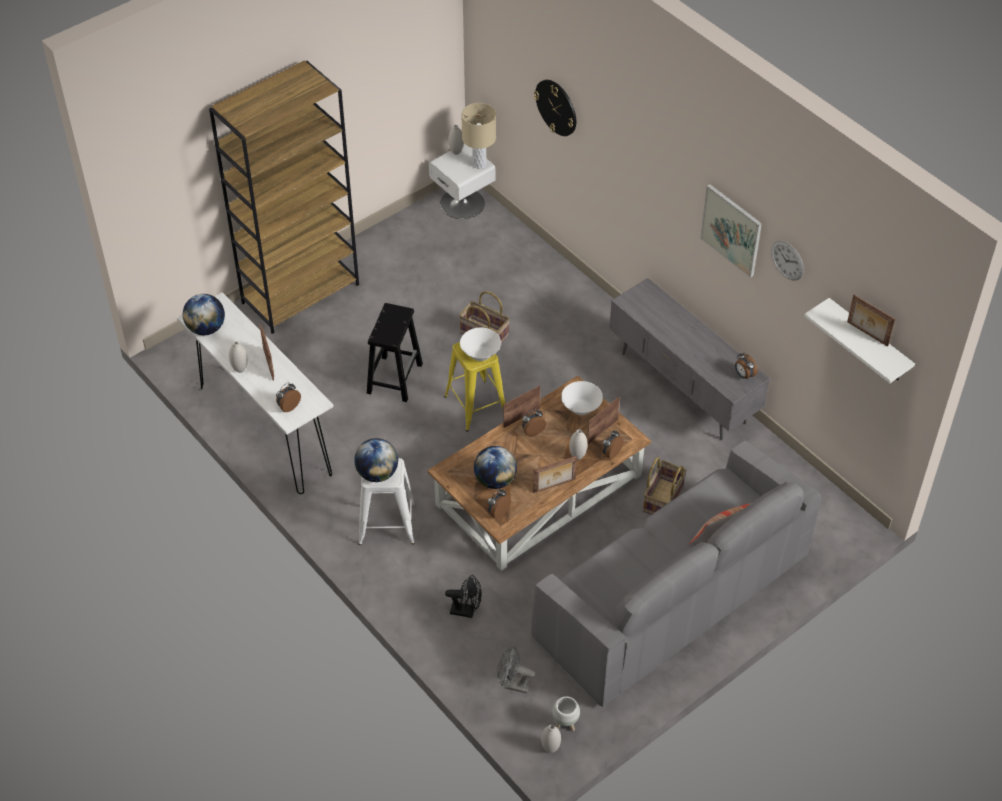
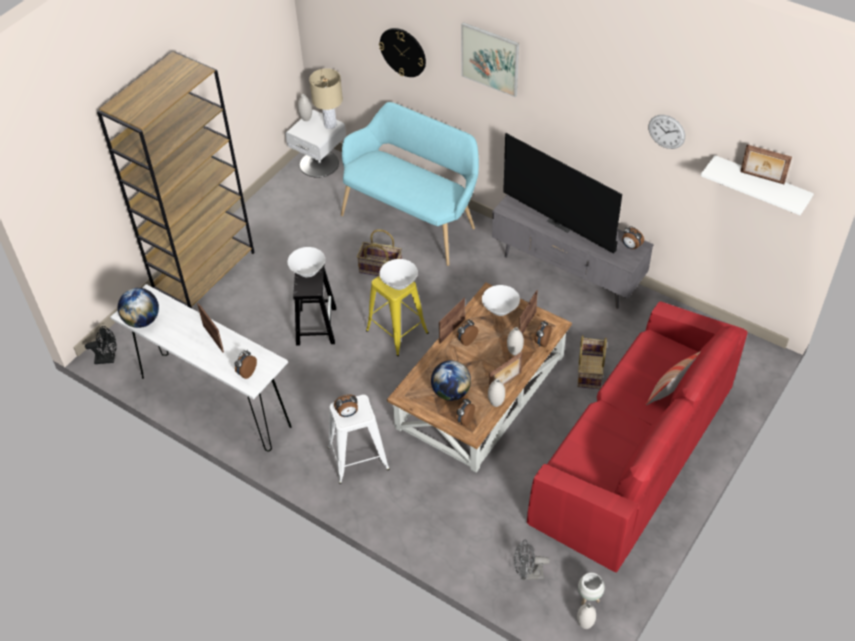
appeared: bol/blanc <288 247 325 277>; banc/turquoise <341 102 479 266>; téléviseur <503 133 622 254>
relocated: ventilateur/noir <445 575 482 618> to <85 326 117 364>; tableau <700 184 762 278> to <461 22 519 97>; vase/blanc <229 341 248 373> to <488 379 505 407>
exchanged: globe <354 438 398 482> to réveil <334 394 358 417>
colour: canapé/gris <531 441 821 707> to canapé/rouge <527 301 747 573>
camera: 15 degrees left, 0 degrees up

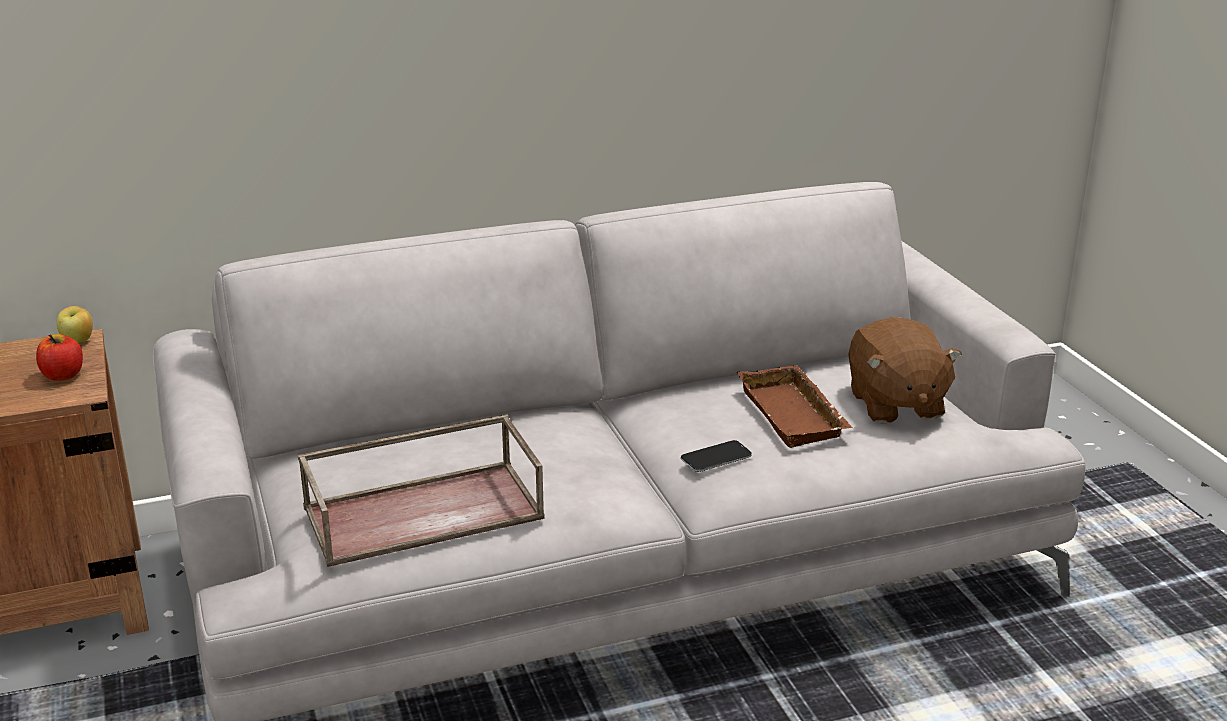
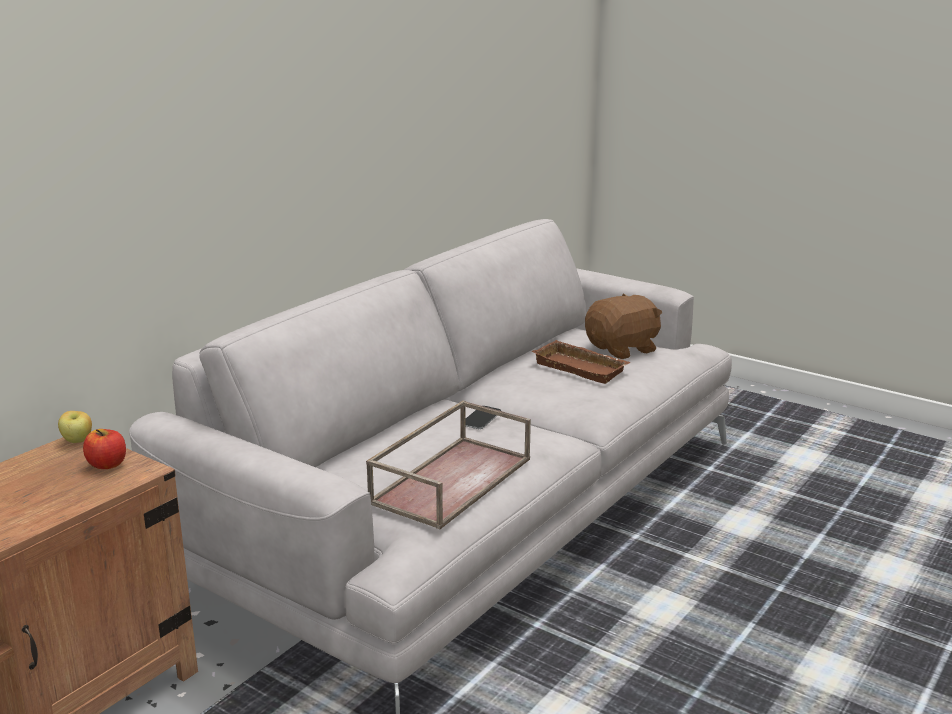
relocated: téléphone <681 440 752 472> to <466 406 501 429>
spun: peluche/marron <848 317 962 424> = <585 294 662 359> 75 degrees counterclockwise
camera: 35 degrees left, 5 degrees down

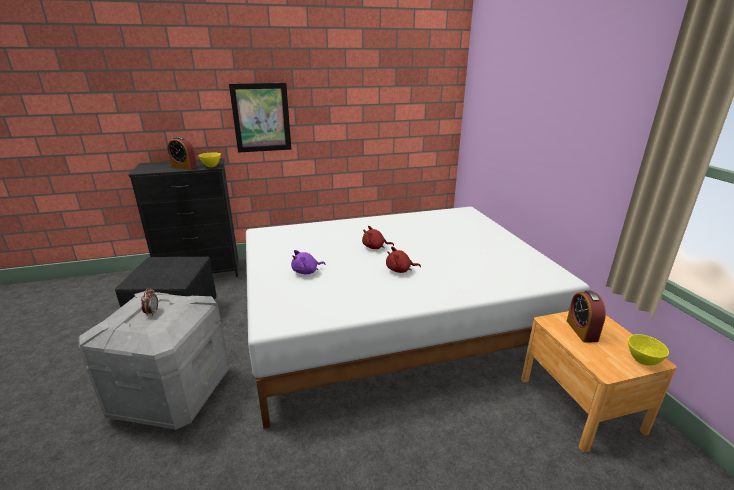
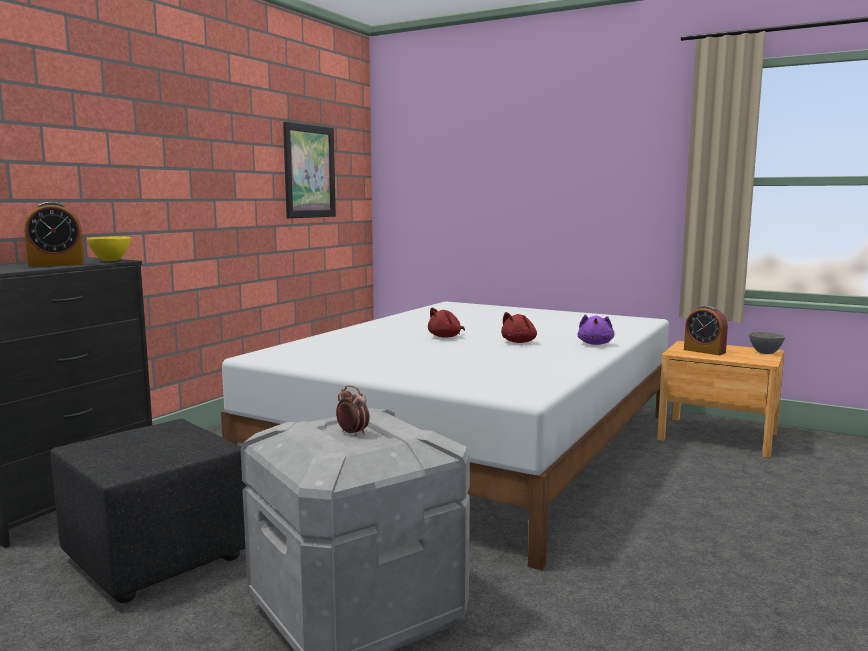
relocated: tableau <229 83 291 153> to <283 122 336 218>; peluche/violet <291 250 325 274> to <577 314 614 345>
colour: bol/jaune <628 334 669 366> to bol/gris <749 332 785 354>
camera: 45 degrees left, 15 degrees down

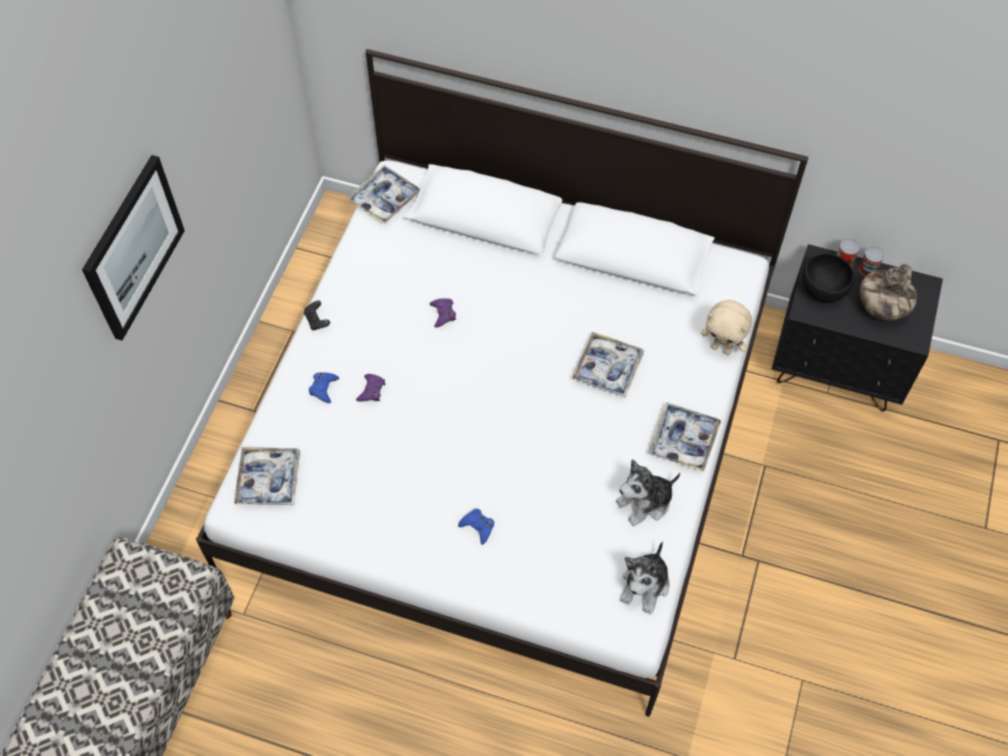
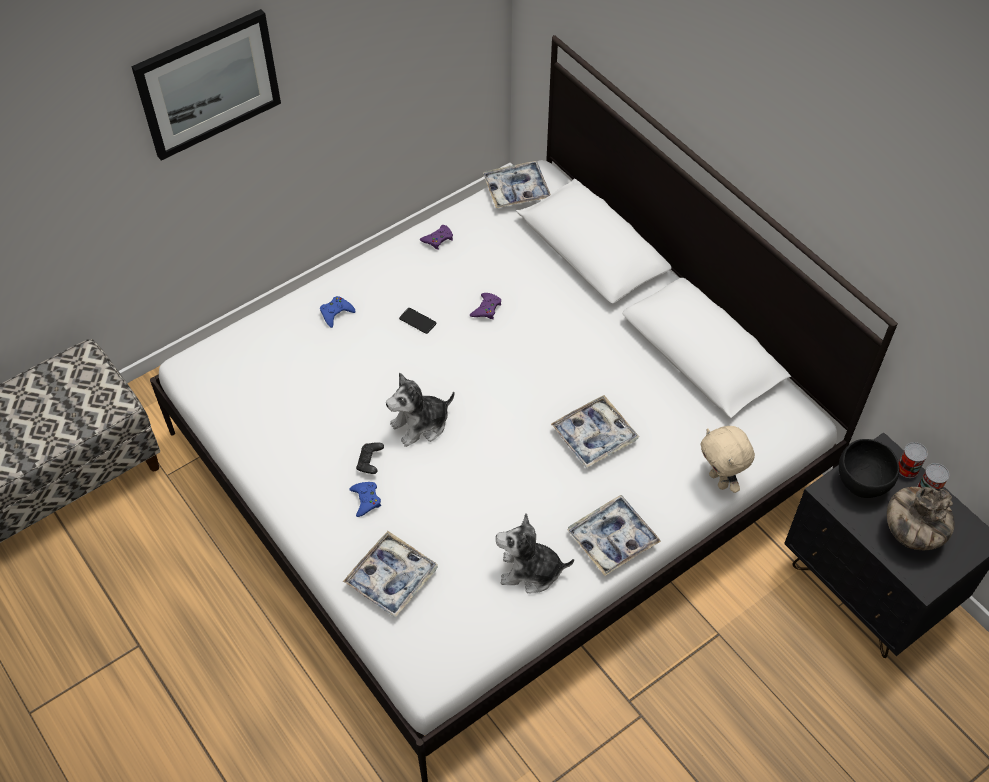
appeared: téléphone <399 308 437 334>
relocated: plateau <234 447 300 505> to <343 531 438 618>; manette/noir <304 300 330 330> to <356 442 384 474>; peluche <620 541 669 614> to <386 372 454 447>; manette/violet <356 374 386 402> to <420 225 453 250>
camera: 35 degrees right, 5 degrees down

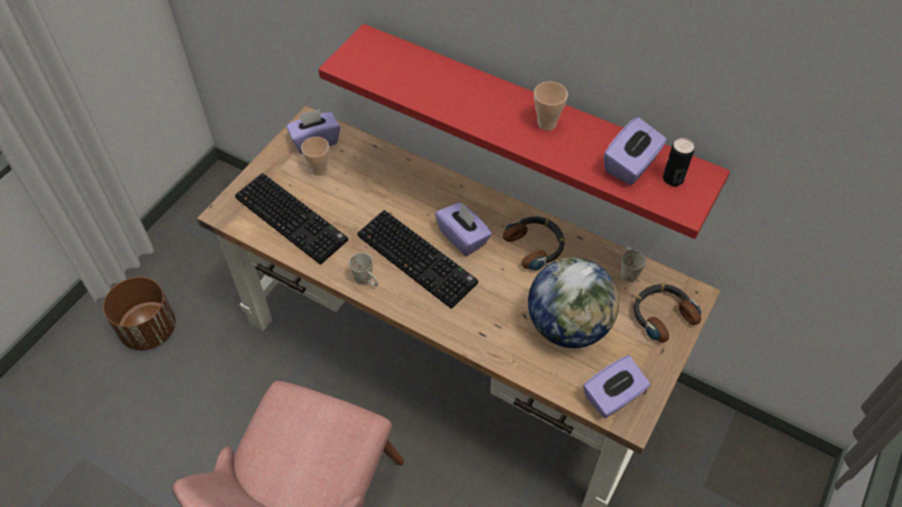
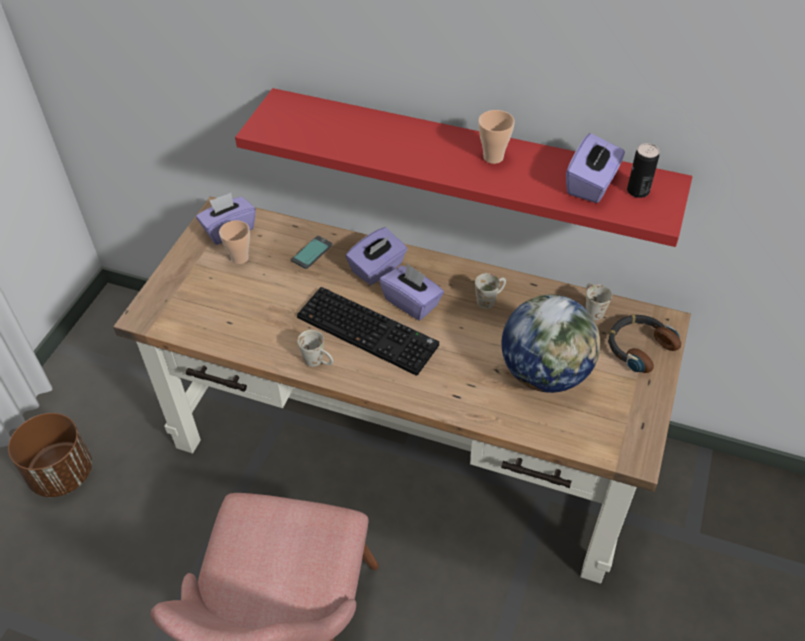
missing: clavier <235 173 348 265>
appeared: téléphone <292 236 332 269>
relocated: boîte à mouchoirs/violet <583 355 650 418> to <346 227 407 285>
exchanged: casque audio <503 216 565 270> to mug/blanc <475 273 506 309>
camera: 10 degrees left, 5 degrees down

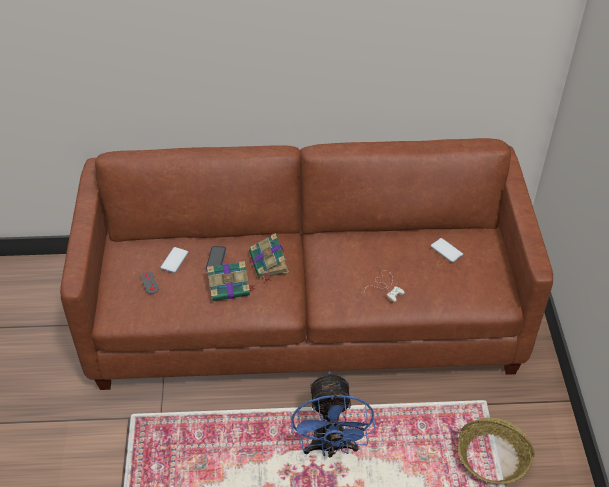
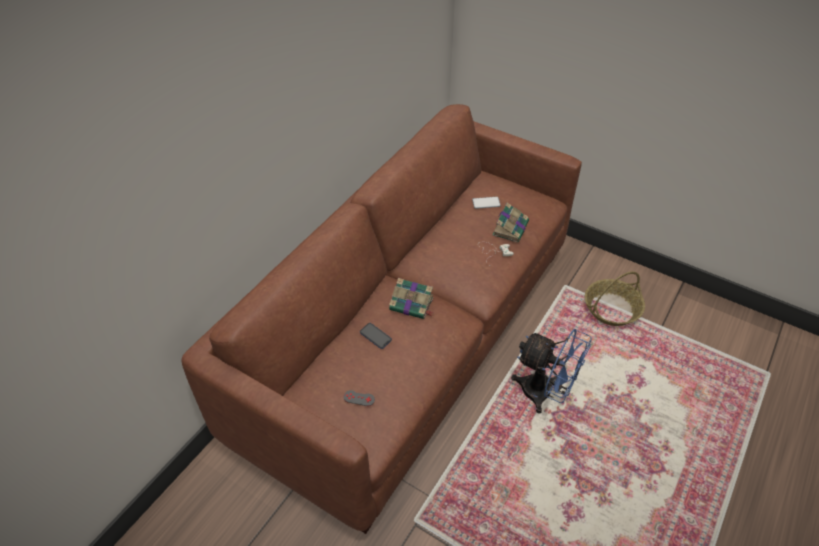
missing: téléphone <160 247 189 273>
relocated: livre <207 261 256 301> to <492 203 529 243>
camera: 55 degrees left, 0 degrees up

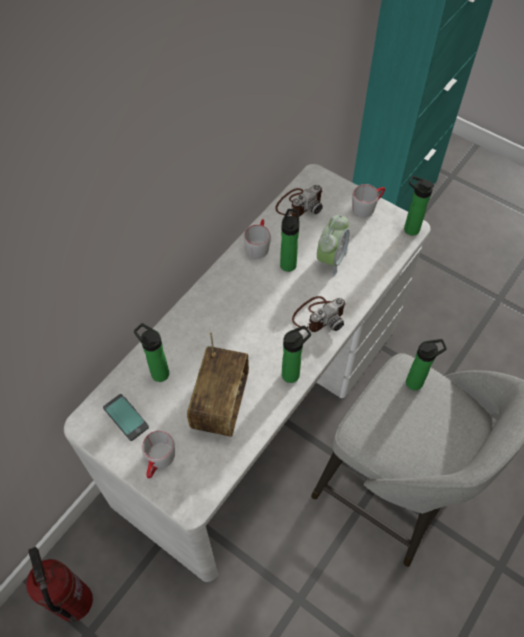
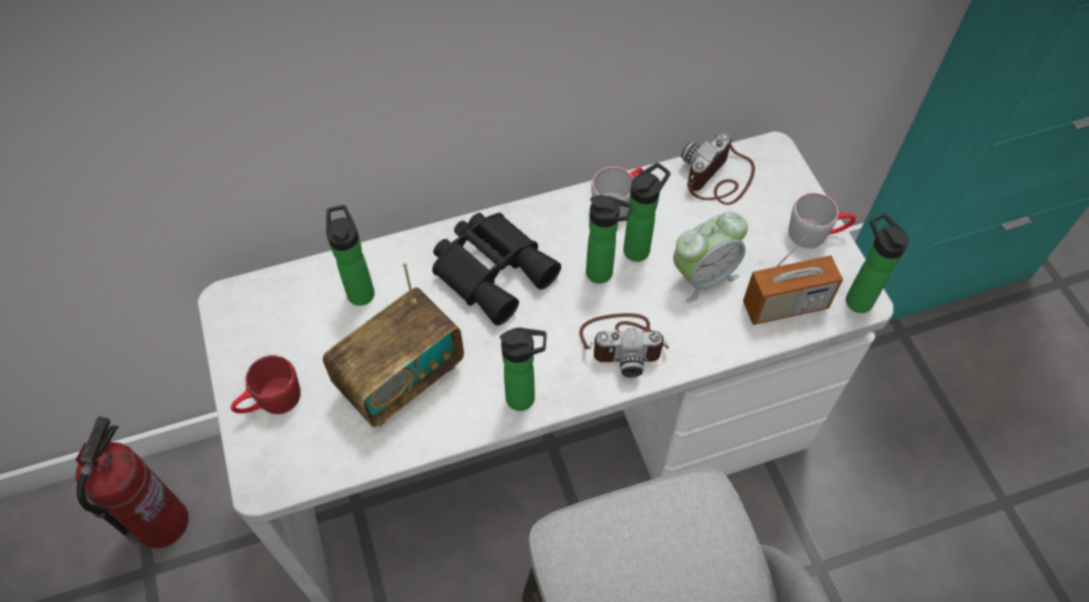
missing: téléphone <103 394 149 441>
appeared: jumelles/noir <432 213 561 326>; radio <743 219 843 325>
relocated: bouteille <406 339 447 390> to <586 195 633 284>
colour: mug/gris <142 430 175 478> to mug/rouge <231 355 301 414>
spun: appareil photo <275 185 323 218> = <681 133 755 205> 135 degrees clockwise
camera: 35 degrees right, 0 degrees up

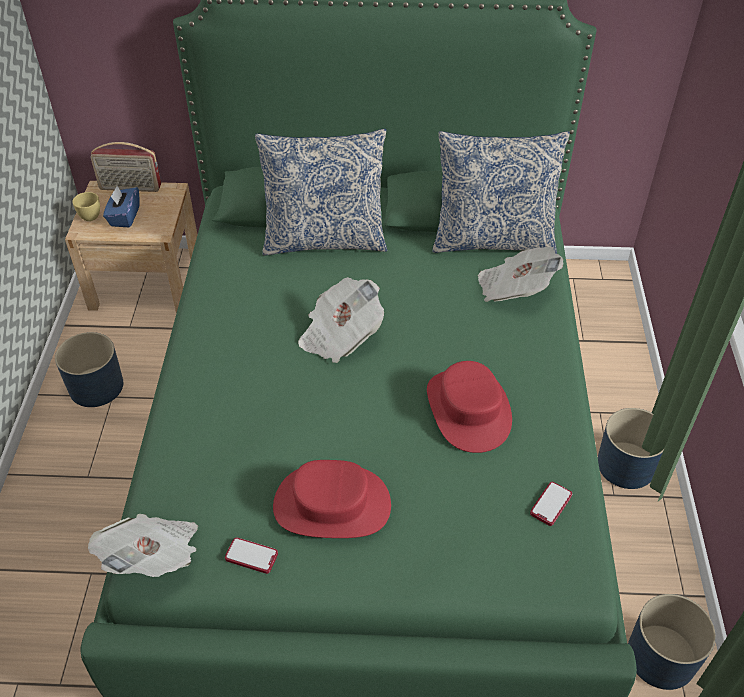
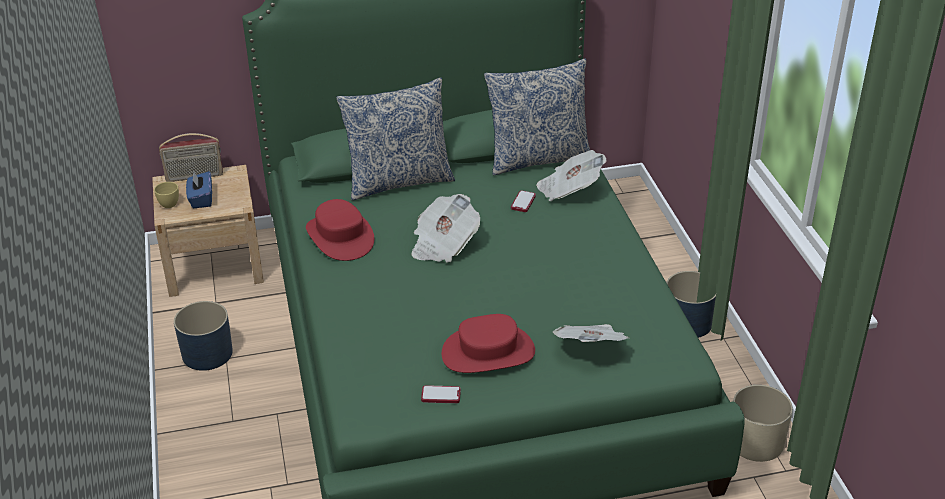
relocated: chapeau/rouge <427 361 512 453> to <306 199 374 261>; téléphone <530 482 572 526> to <511 190 536 212>; journal <88 514 198 577> to <552 324 629 342>
colour: cache-pot/bleu <628 594 716 690> to cache-pot/beige <733 385 793 462>
camera: 15 degrees left, 10 degrees down

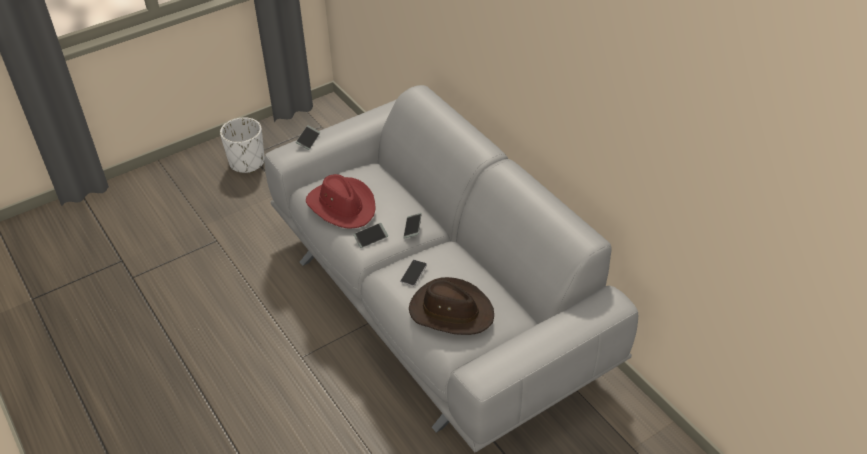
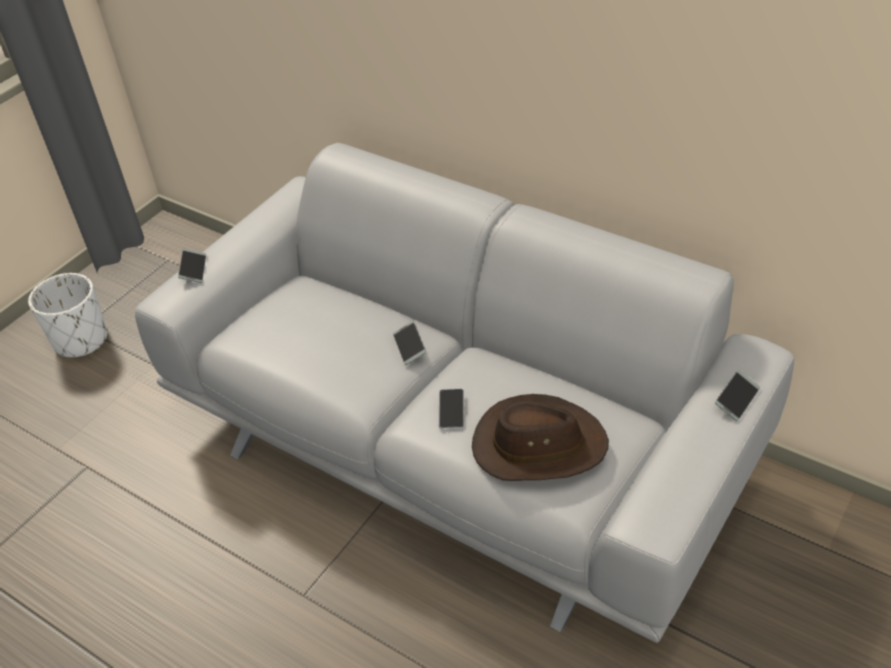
missing: chapeau/rouge <306 174 376 229>
relocated: téléphone <353 223 388 248> to <715 370 760 421>
camera: 20 degrees left, 0 degrees up

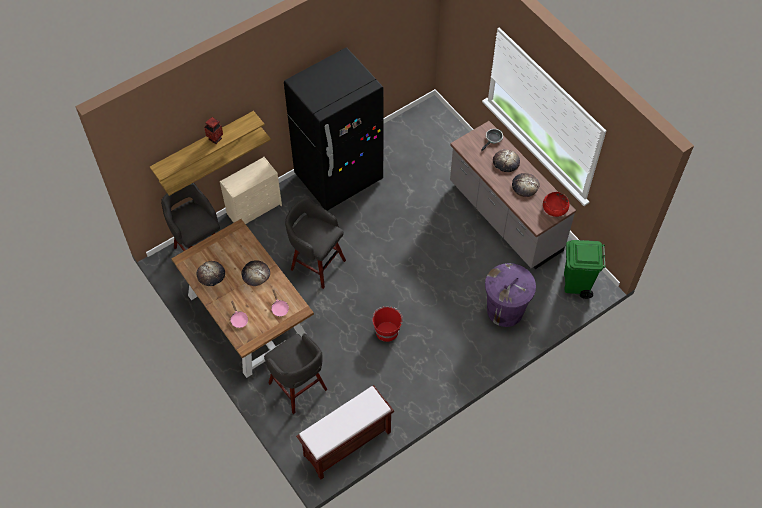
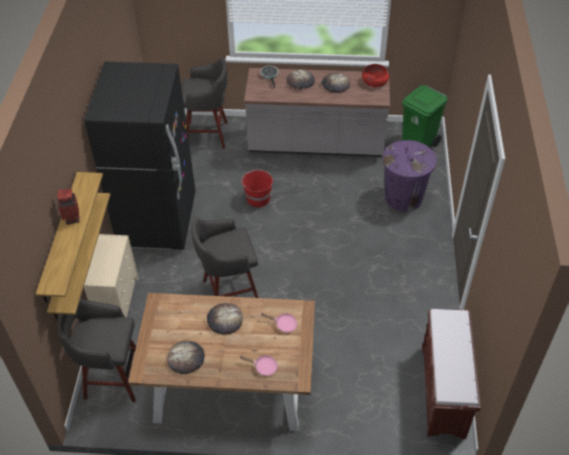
relocated: tabouret/gris <264 333 328 414> to <181 57 227 149>; seau/rouge <372 306 403 342> to <241 169 273 208>
camera: 50 degrees left, 10 degrees down

